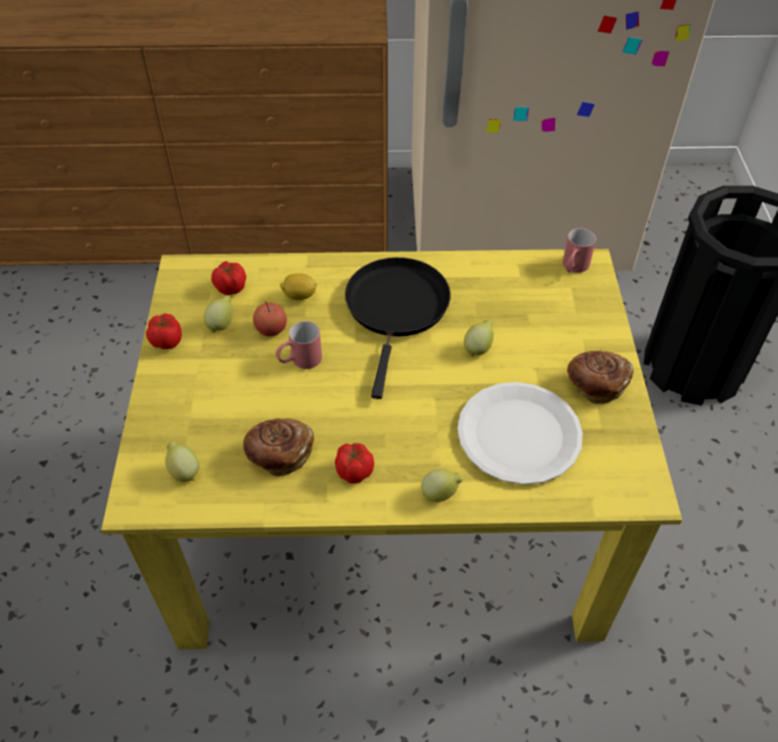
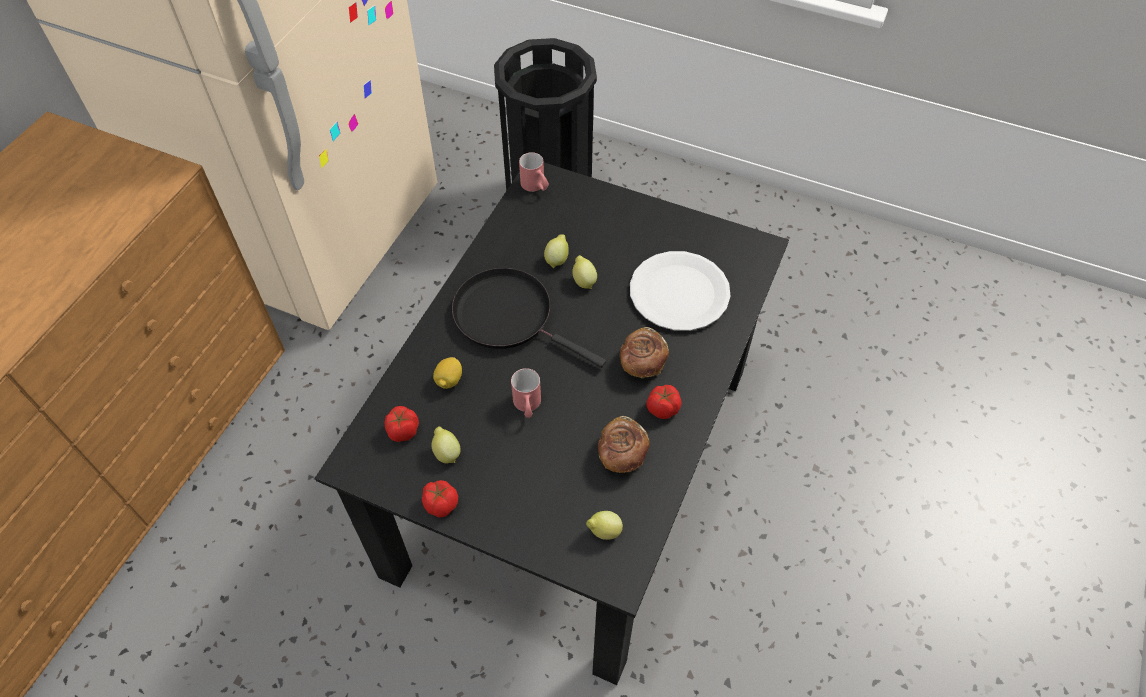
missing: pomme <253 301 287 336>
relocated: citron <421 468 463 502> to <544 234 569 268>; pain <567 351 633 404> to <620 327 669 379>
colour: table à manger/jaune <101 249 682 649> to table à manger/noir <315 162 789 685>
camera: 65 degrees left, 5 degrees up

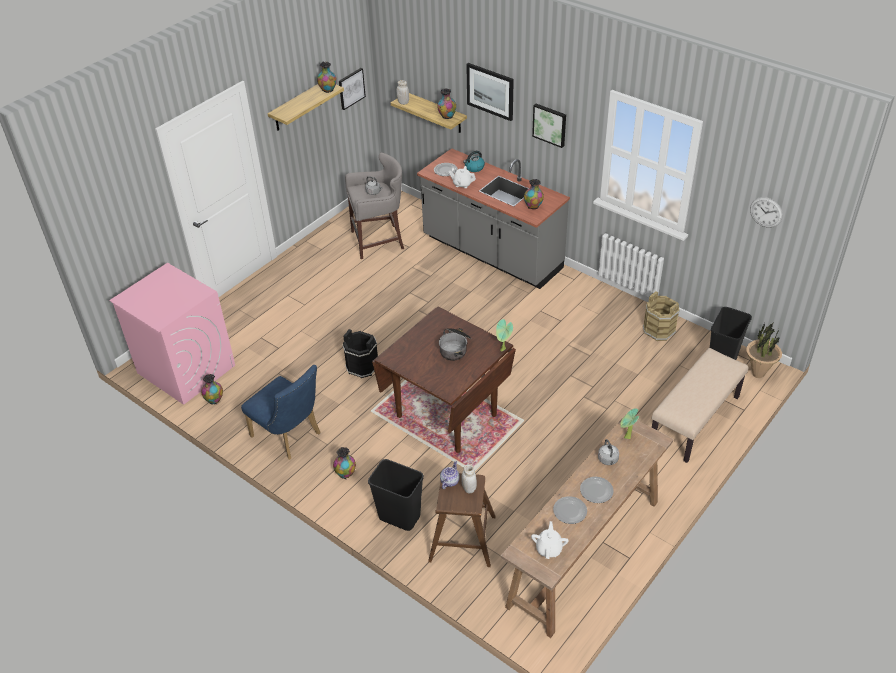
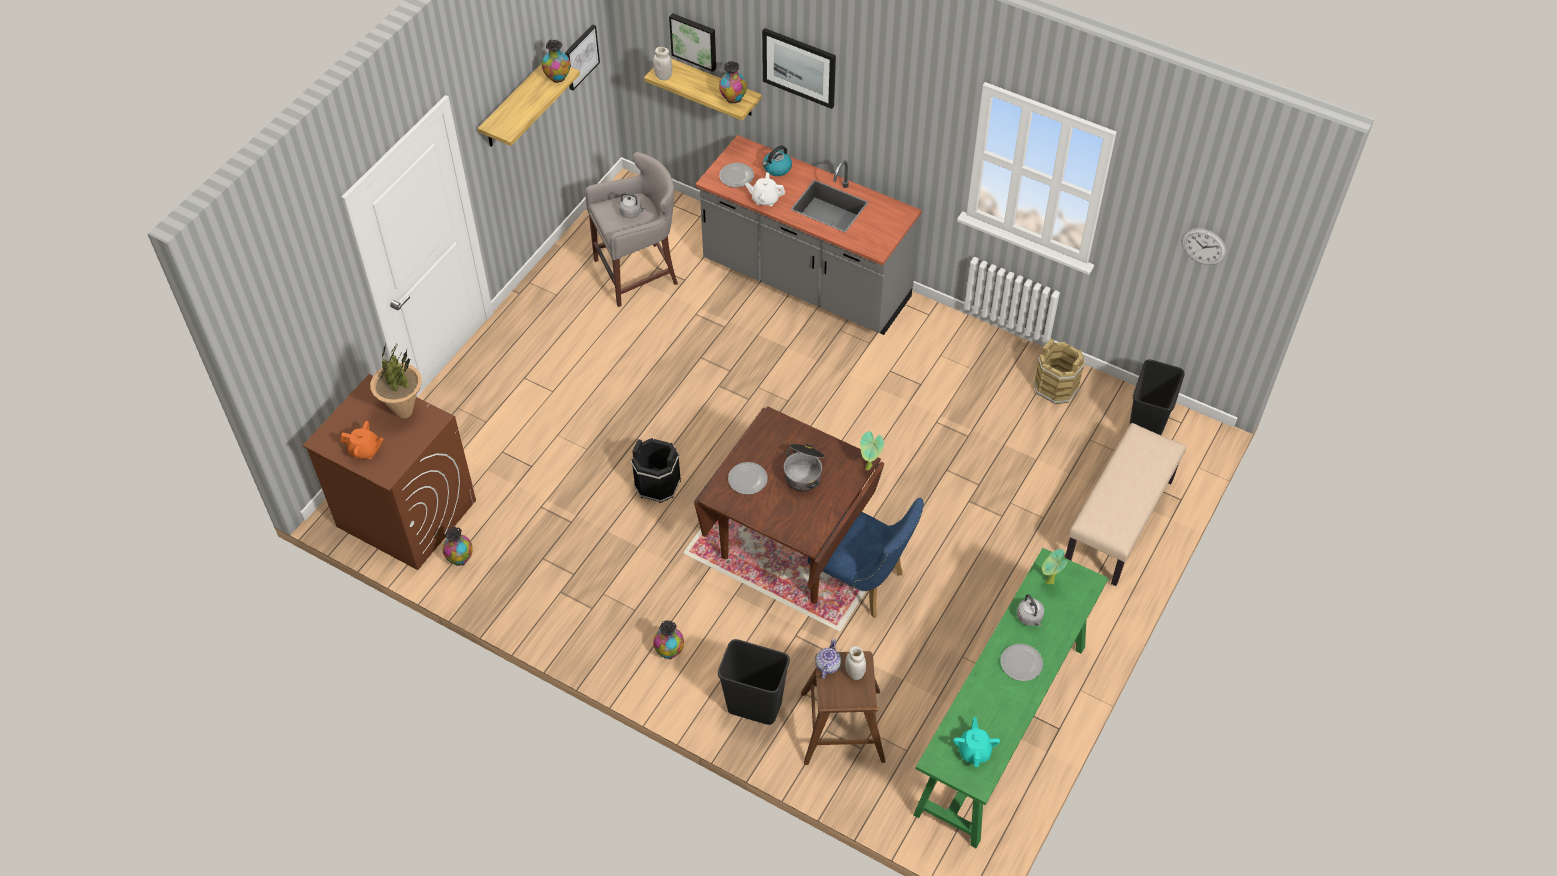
missing: vase <524 179 544 209>
appeared: théière/orange <341 421 383 459>
relocated: plante en pot <747 322 782 378> to <370 342 422 418>; tableau <532 104 566 148> to <669 13 716 72>; assiette <553 496 587 524> to <728 462 768 495>; chaise/bleu <241 365 321 460> to <807 498 924 618>
colour: lave-linge/rose <109 263 235 405> to lave-linge/marron <302 374 476 570>; table console/marron <501 414 674 638> to table console/vert <913 548 1108 848>; théière/blanc <531 521 569 559> to théière/turquoise <953 717 1000 767>
camera: 10 degrees left, 10 degrees up

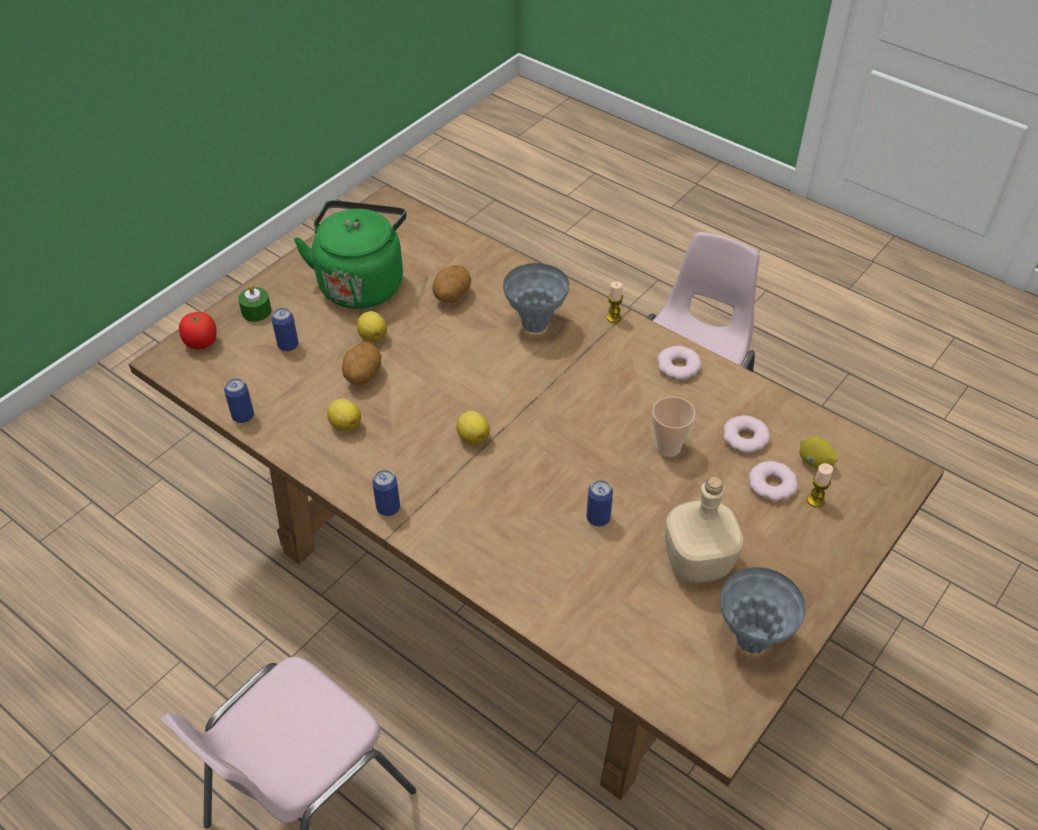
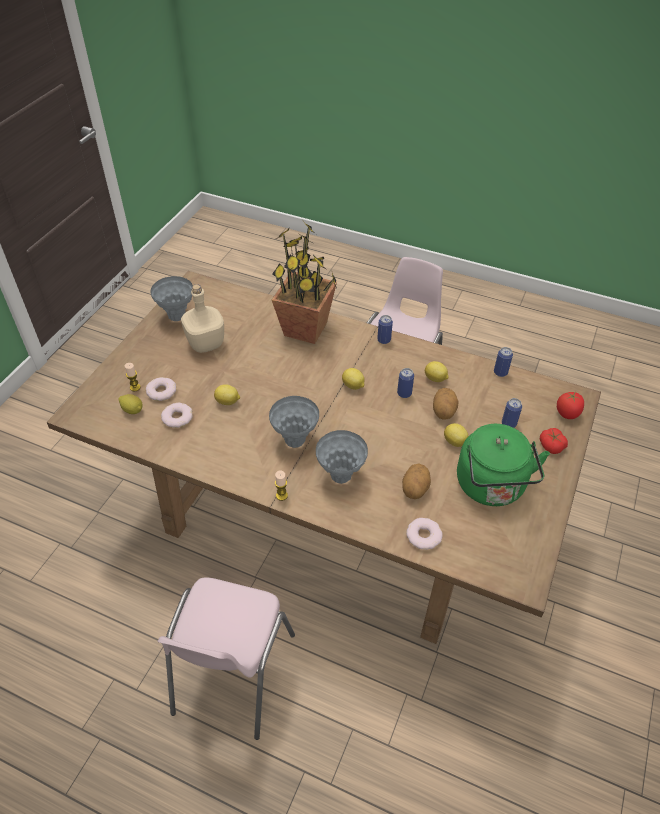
appeared: vase/gris <269 396 319 448>; plante en pot <272 222 337 344>
relocated: boîte métallique <586 480 613 526> to <397 368 414 398>; beignet <657 346 702 380> to <406 518 443 550>
exchanged: tasse <652 397 696 457> to citron <214 384 240 405>; bougie/vert <238 284 271 322> to tomate <540 428 568 454>
camera: 165 degrees right, 0 degrees up

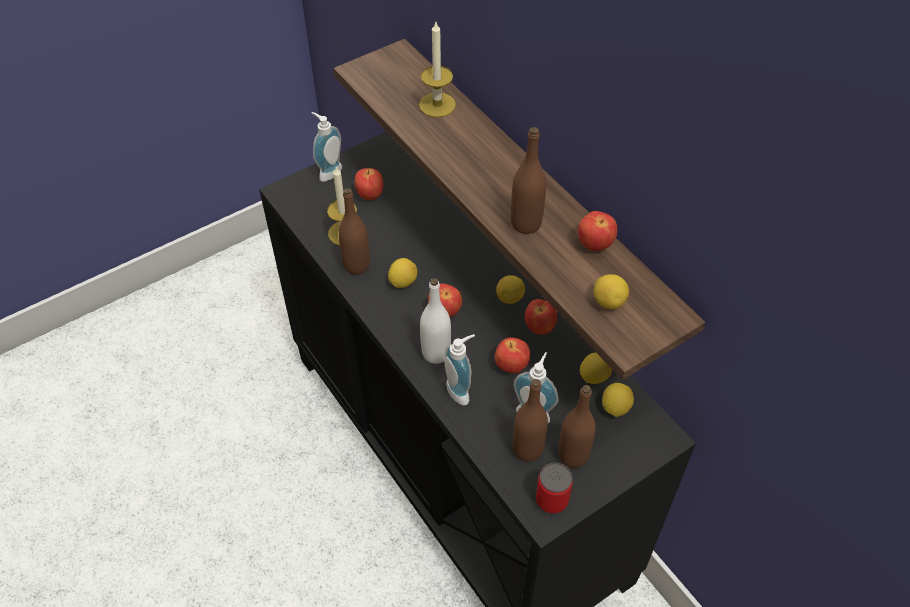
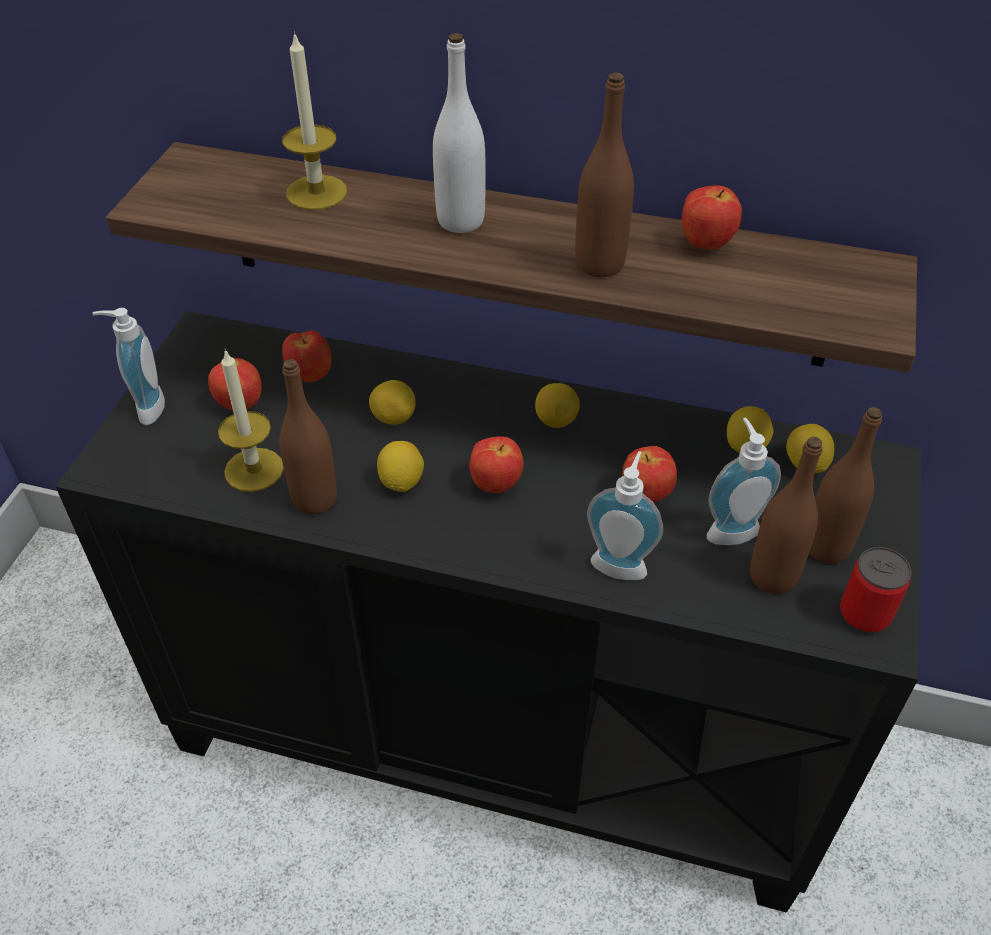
relocated: pomme <525 299 557 335> to <282 330 332 382>; citron <594 274 629 310> to <369 380 416 425>; bouteille/blanc <420 278 451 364> to <433 33 486 233>
camera: 40 degrees left, 5 degrees down

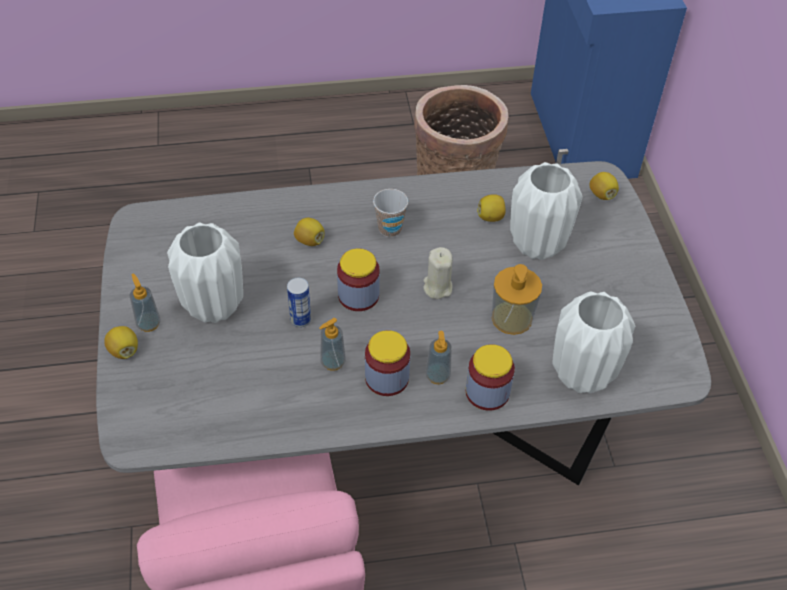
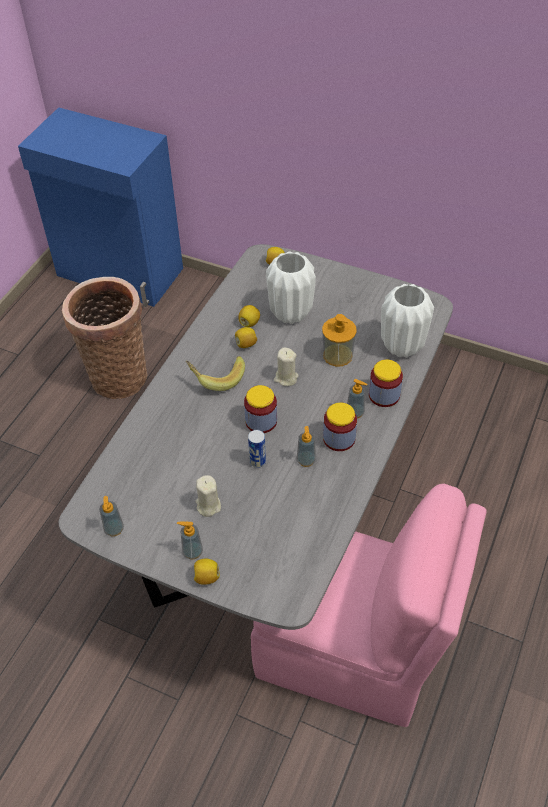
appeared: distributeur de savon <99 496 124 536>
relocated: citron <294 218 325 246> to <235 327 257 348>
exchanged: tasse <373 189 408 237> to banane <186 356 245 391>; vase/blanc <167 222 243 323> to bougie/beige <196 475 221 517>
camera: 55 degrees left, 0 degrees up

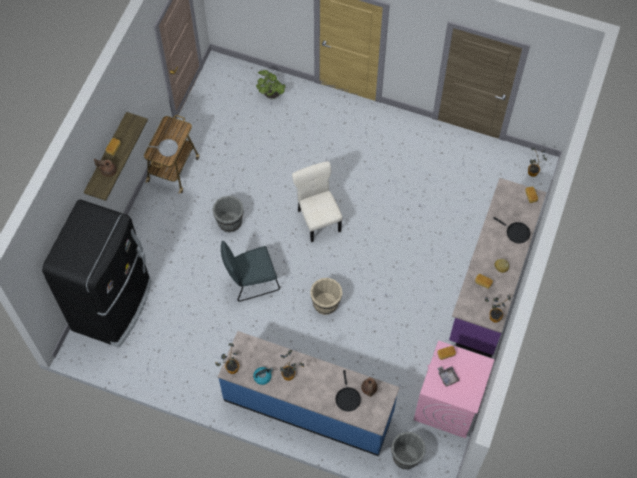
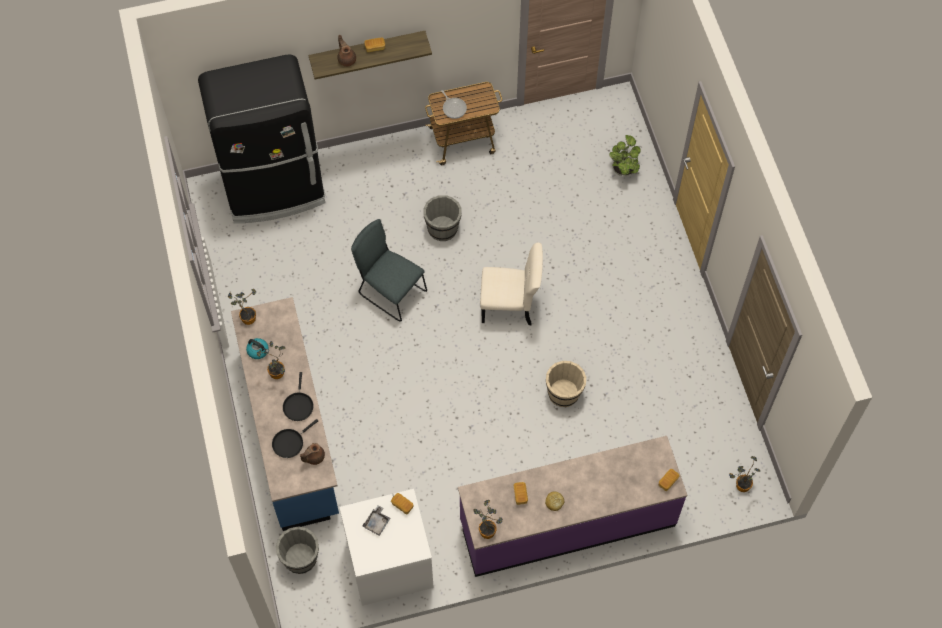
relocated: poêle/noir <493 217 530 243> to <283 372 314 421>; seau/beige <310 278 342 315> to <546 361 586 407>
colour: lave-linge/rose <414 341 495 438> to lave-linge/blanc <340 489 434 606>
spun: chaise/beige <292 161 343 242> = <480 243 543 325> 60 degrees clockwise
camera: 55 degrees right, 0 degrees up

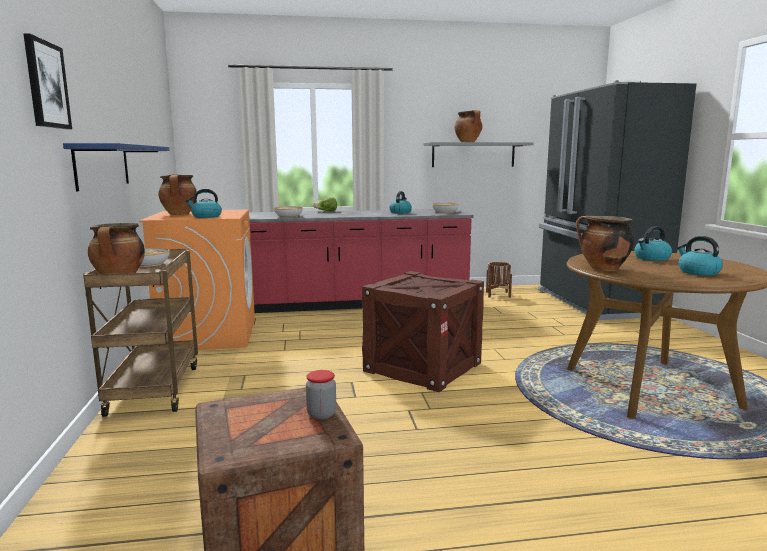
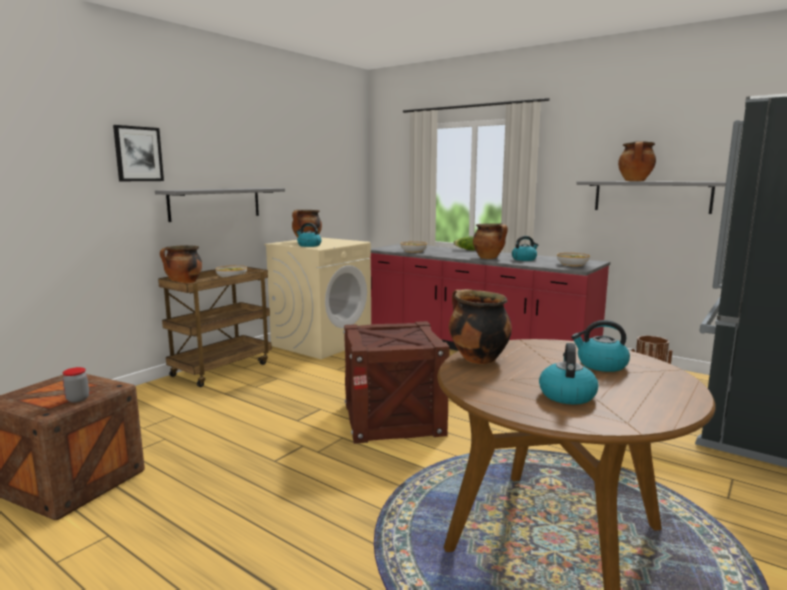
appeared: marmite <473 223 508 259>
colour: étagère/bleu <63 143 170 191> to étagère/gris <155 188 285 222>; lave-linge/orange <139 209 255 350> to lave-linge/beige <264 237 371 359>
camera: 45 degrees right, 0 degrees up

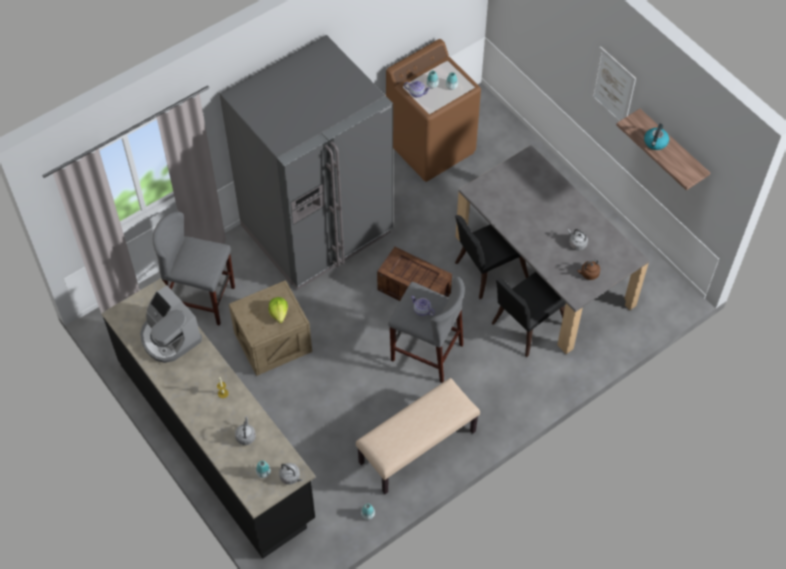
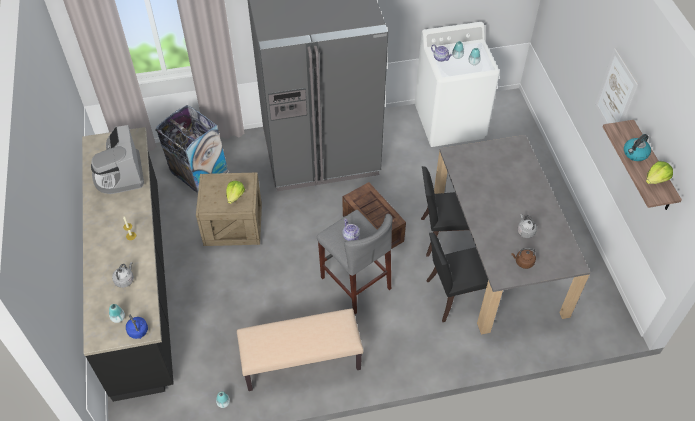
appeared: laitue <646 161 673 184>
exchanged: tabouret/gris <153 211 235 326> to poubelle <155 105 230 193>
colour: bouilloire/gris <279 463 302 485> to bouilloire/bleu <126 315 148 339>; lave-linge/marron <386 39 481 182> to lave-linge/blanc <414 22 500 147>
camera: 25 degrees right, 5 degrees down

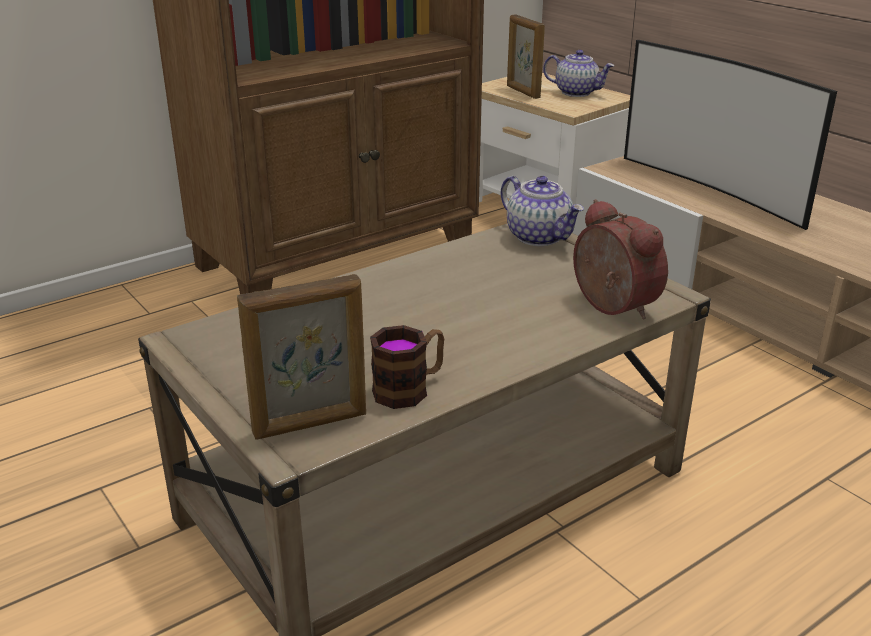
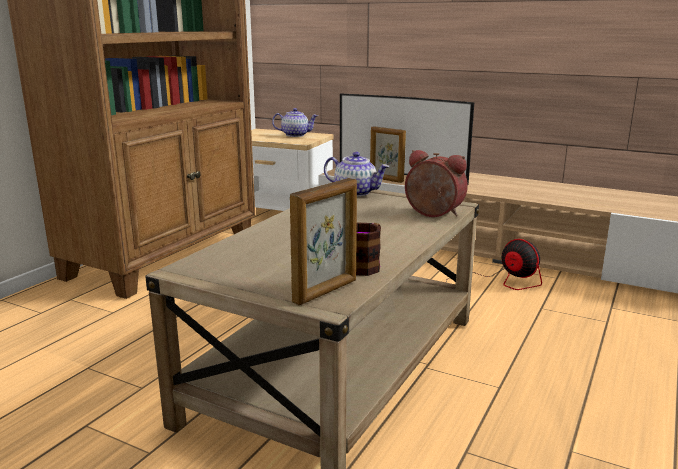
appeared: ventilateur <446 239 542 290>
relocated: cadre photo <507 14 545 99> to <370 126 406 183>
camera: 25 degrees left, 10 degrees down

